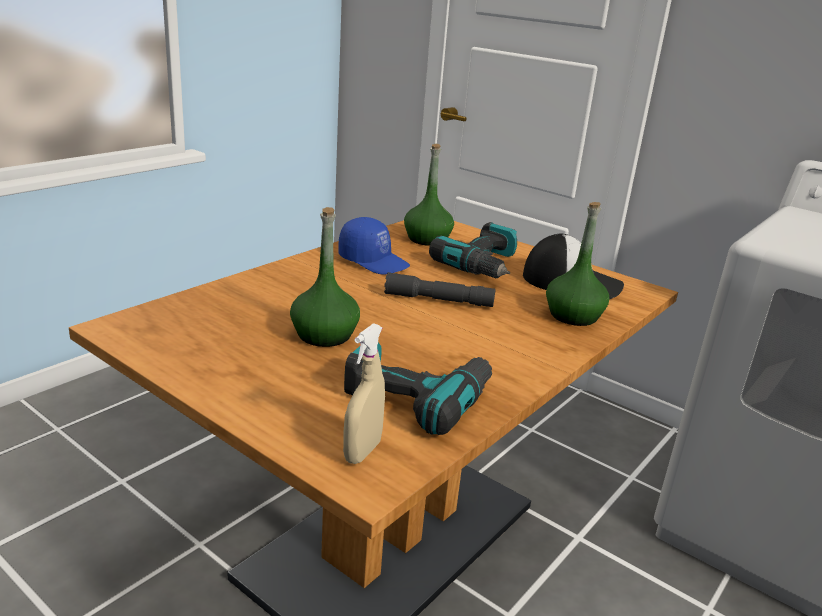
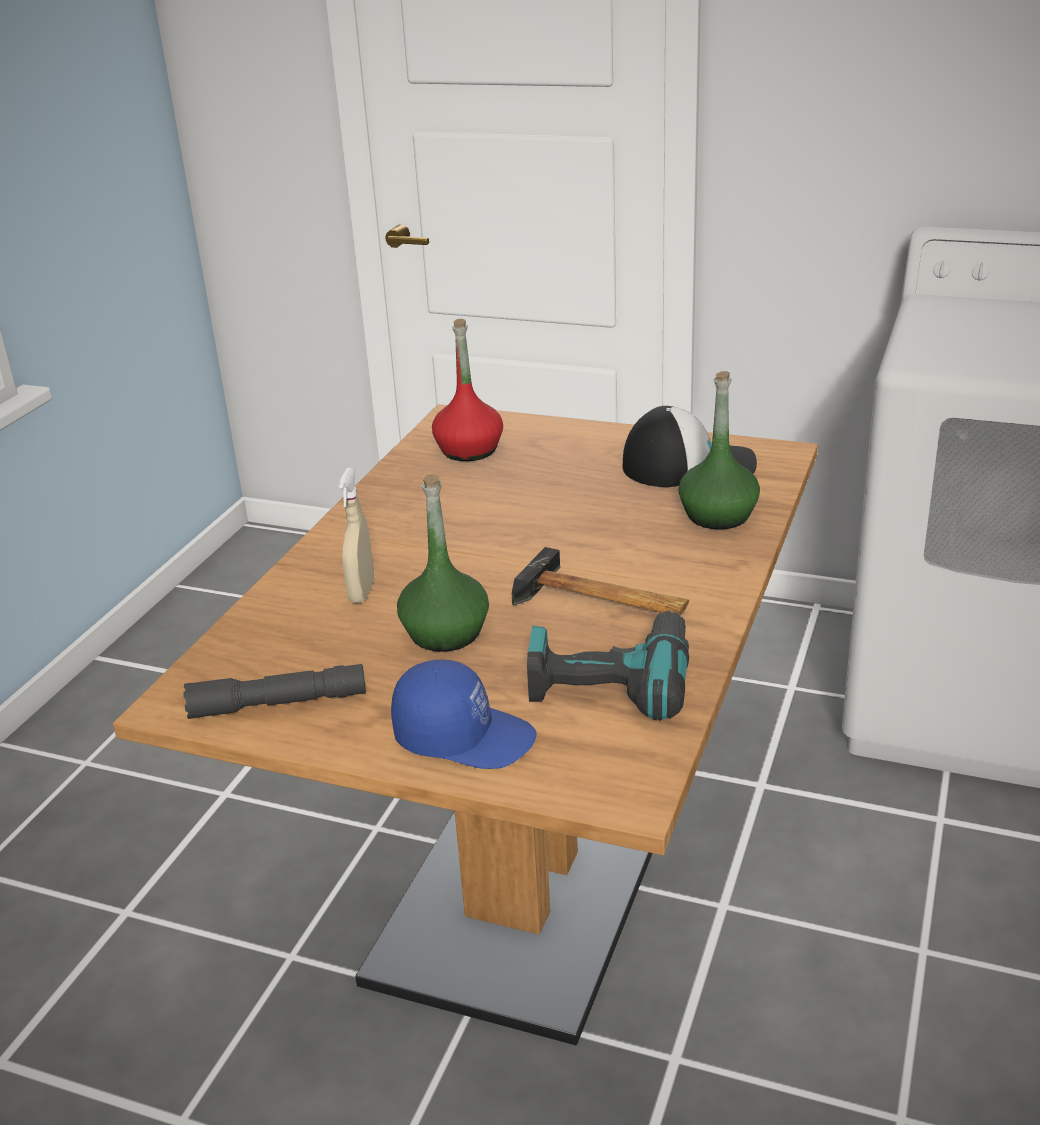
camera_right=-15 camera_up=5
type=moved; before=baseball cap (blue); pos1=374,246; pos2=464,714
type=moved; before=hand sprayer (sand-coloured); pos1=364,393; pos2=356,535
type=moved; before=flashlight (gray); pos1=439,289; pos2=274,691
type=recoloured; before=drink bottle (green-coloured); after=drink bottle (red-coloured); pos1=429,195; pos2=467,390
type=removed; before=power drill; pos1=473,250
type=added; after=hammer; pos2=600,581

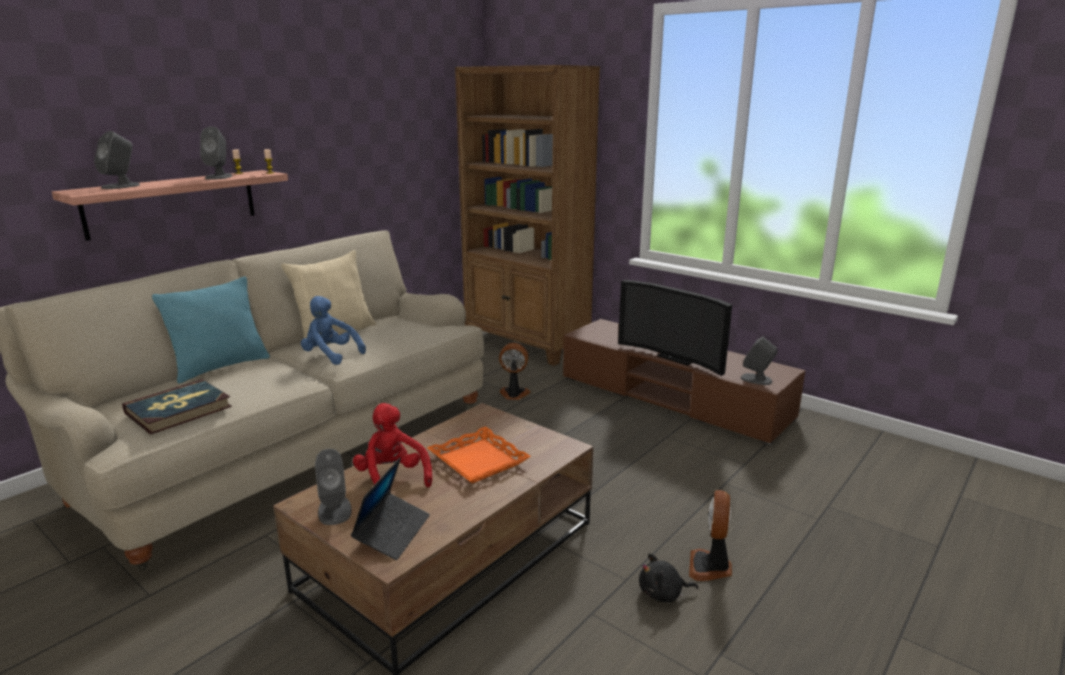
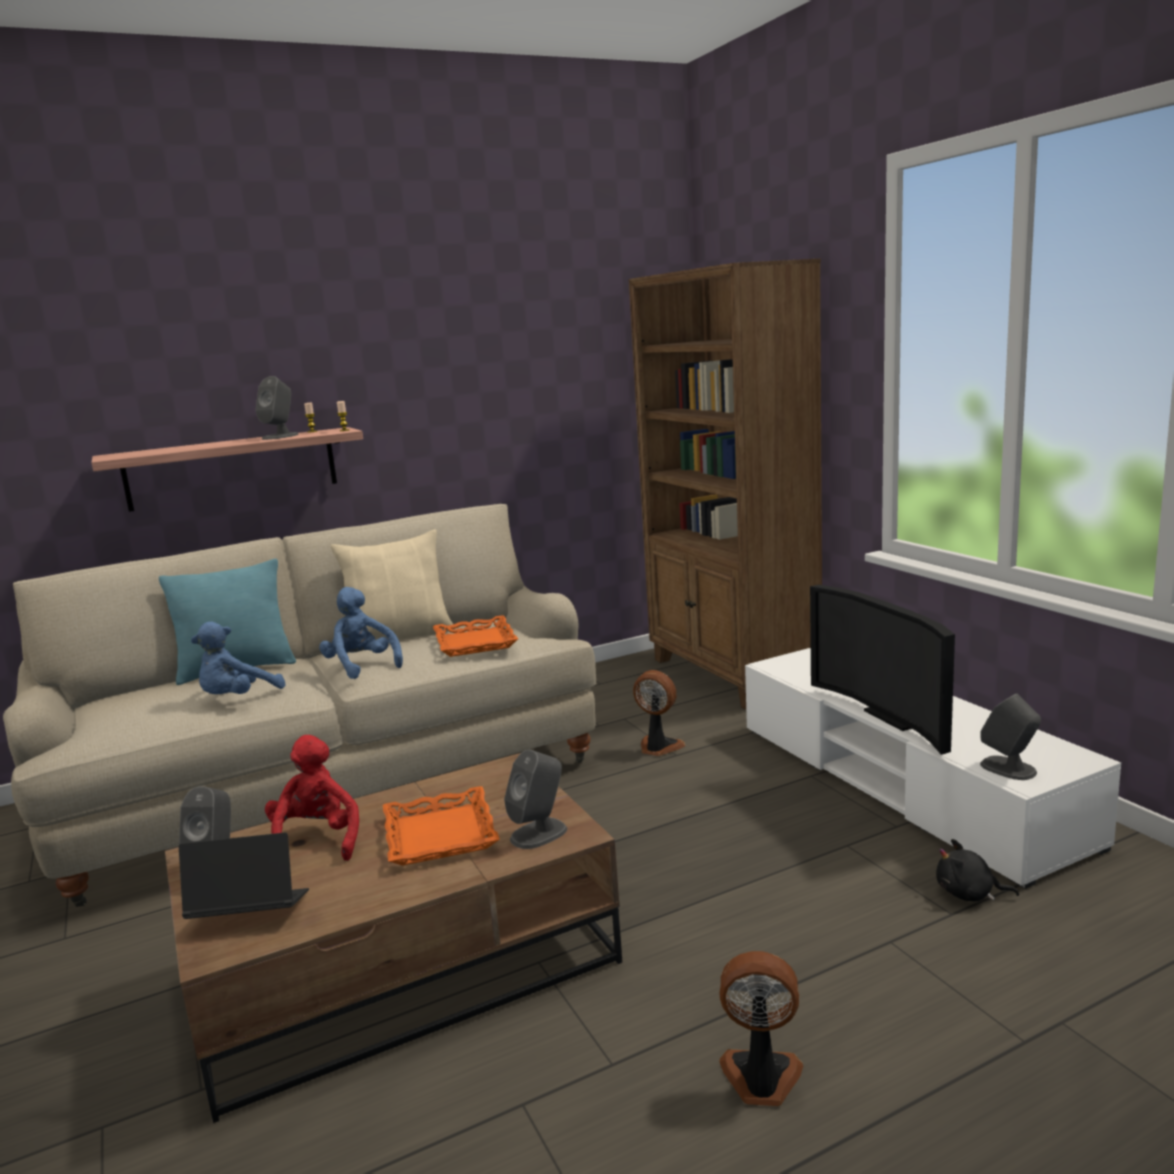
camera_right=25 camera_up=-5
type=moved; before=speaker (gray); pos1=117,160; pos2=536,799
type=removed; before=volume; pos1=177,407
type=turned; before=notebook computer; pos1=390,508; pos2=244,875; turn=-135
type=recoloured; before=tv unit (brown-coloured); after=tv unit (white); pos1=684,382; pos2=933,768
type=moved; before=soft toy (black); pos1=669,577; pos2=977,870
type=turned; before=cooling fan; pos1=710,535; pos2=761,1028; turn=60
type=added; after=soft toy (blue); pos2=238,658
type=added; after=carrying tray (orange-coloured); pos2=475,636

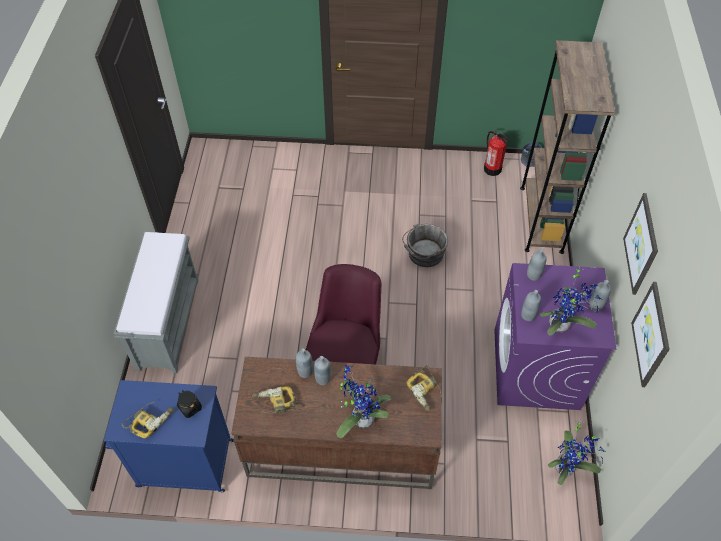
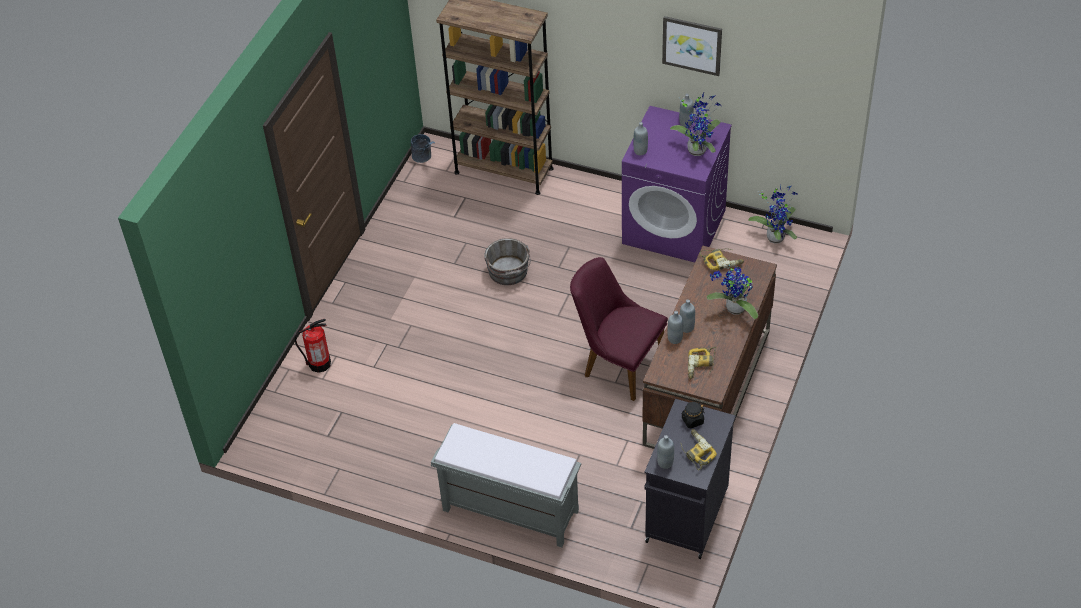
camera_right=-70 camera_up=-5
type=recoloured; before=storage cabinet (blue); after=storage cabinet (black); pos1=169,436; pos2=690,479
type=moved; before=fire extinguisher; pos1=496,153; pos2=313,346
type=moved; before=drink bottle (gray); pos1=531,305; pos2=665,452
type=removed; before=wall art; pos1=650,334

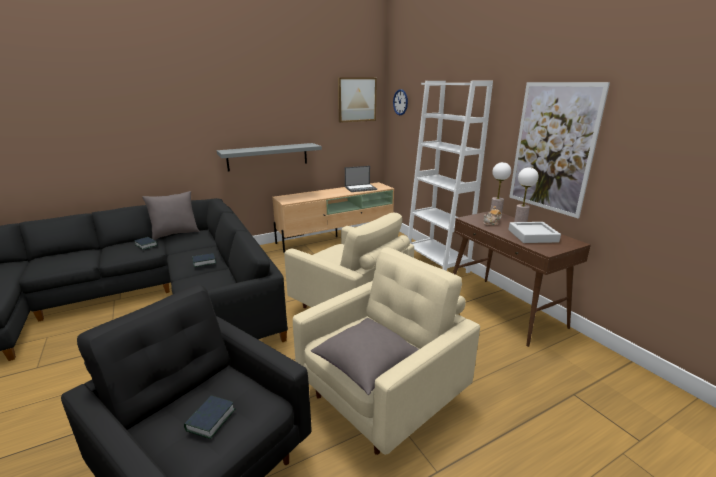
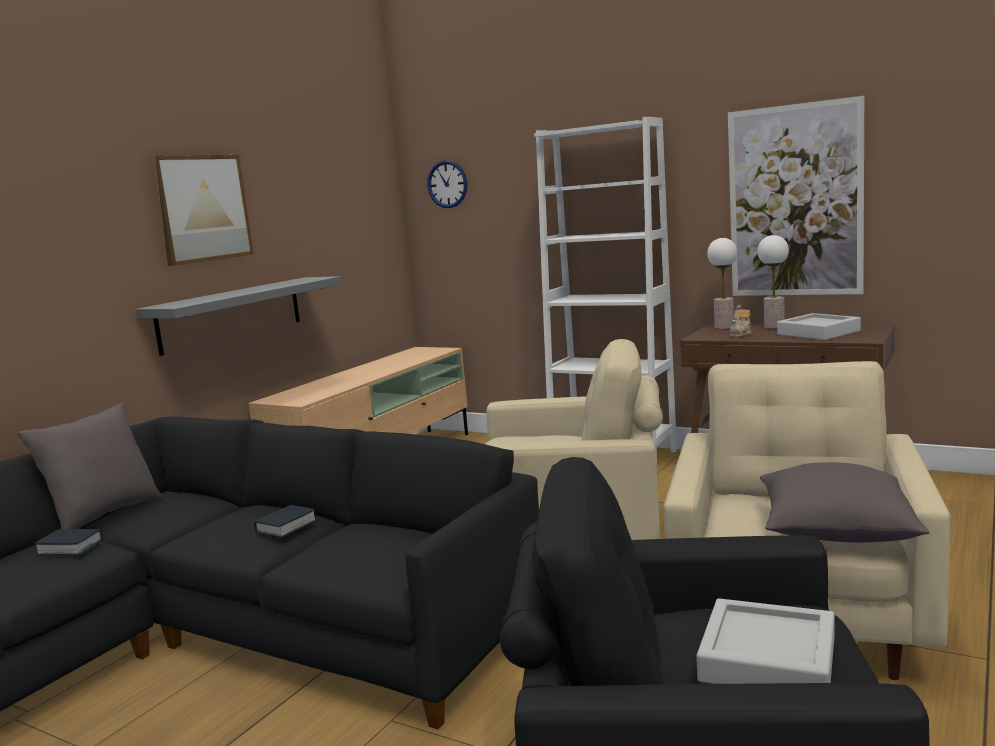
camera_right=-30 camera_up=-10
type=replaced; before=volume; after=carrying tray (gray); pos1=209,417; pos2=765,641
type=moved; before=wall art; pos1=357,100; pos2=201,210
type=removed; before=notebook computer; pos1=361,179

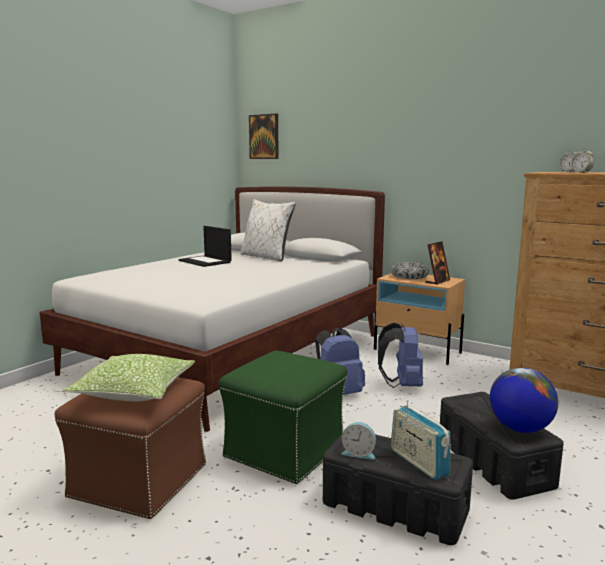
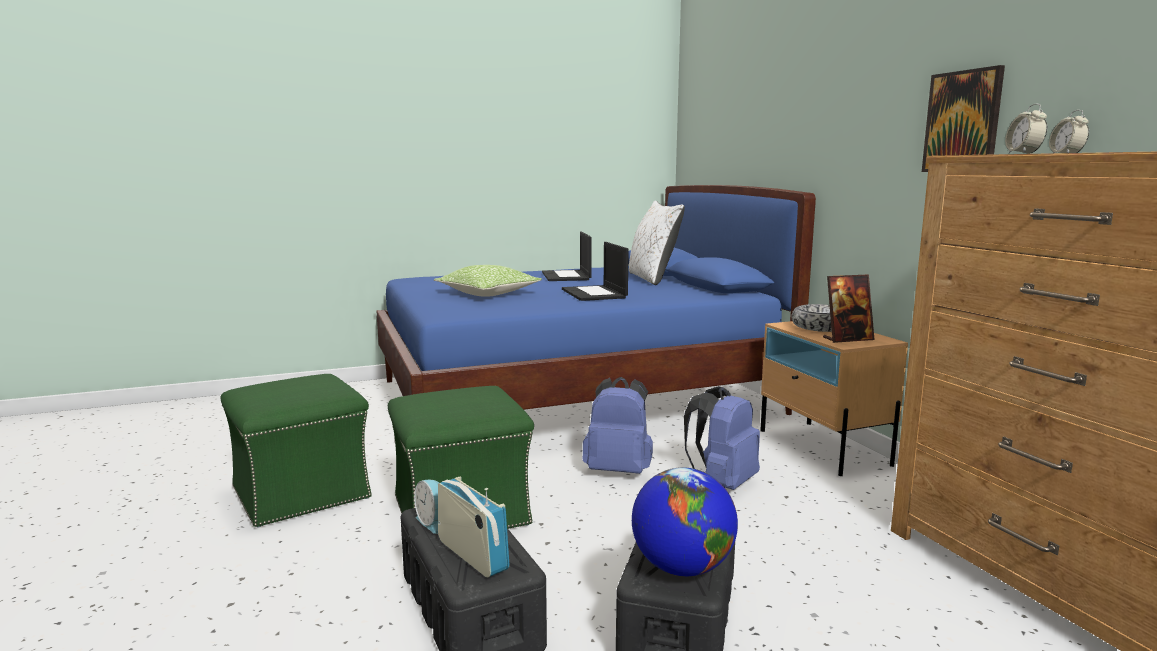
camera_right=35 camera_up=0
type=recoloured; before=sleeping bed (white); after=sleeping bed (blue); pos1=212,309; pos2=596,300
type=recoloured; before=pouffe (brown-coloured); after=pouffe (green-coloured); pos1=130,448; pos2=296,451
type=moved; before=cushion; pos1=129,377; pos2=488,281
type=moved; before=wall art; pos1=264,136; pos2=963,118
type=turned; before=radio set; pos1=420,440; pos2=474,526; turn=135
type=added; after=notebook computer; pos2=595,271

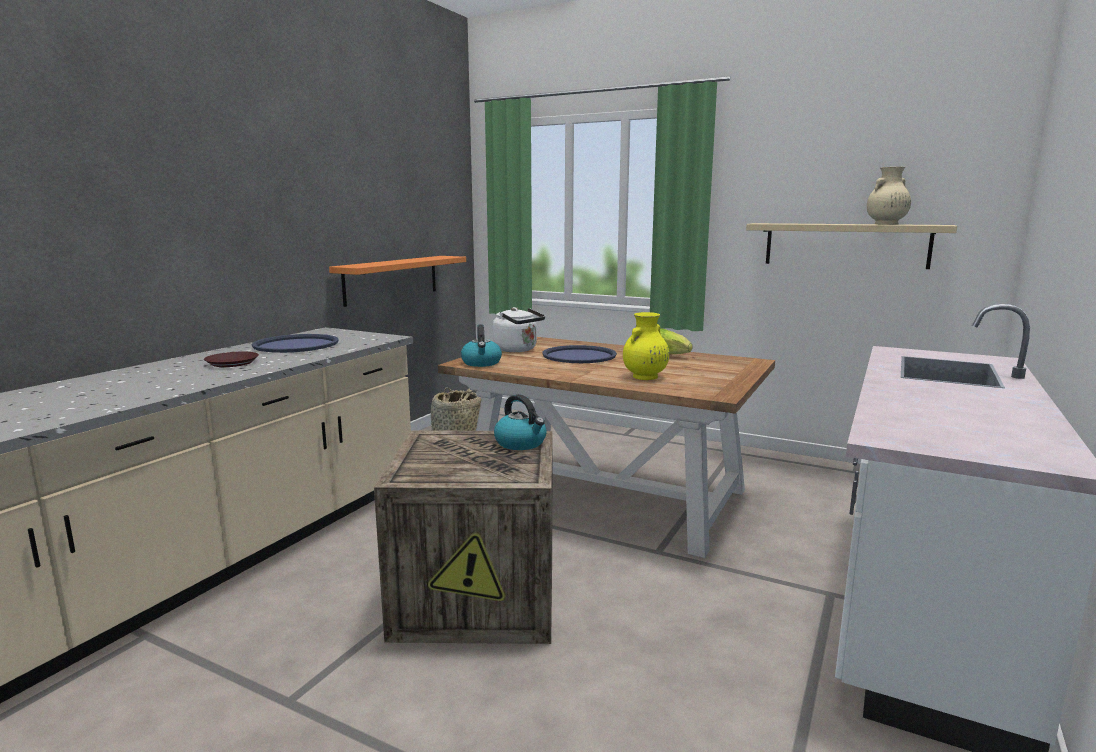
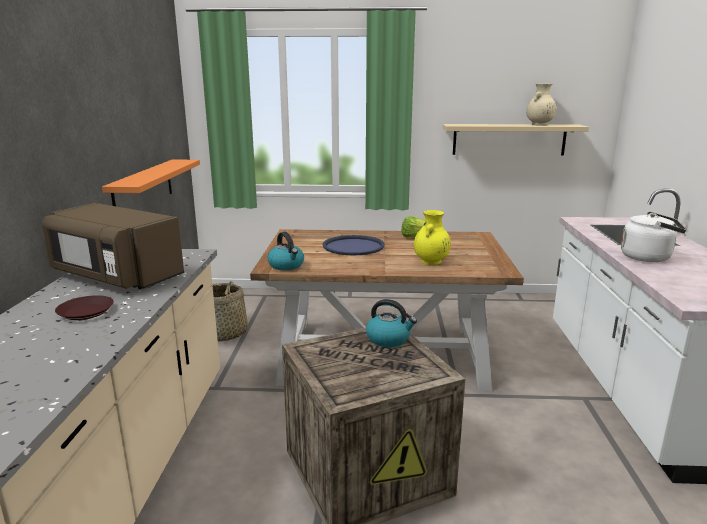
camera_right=-25 camera_up=5
type=replaced; before=carrying tray (blue); after=kitchen microwave (brown-coloured); pos1=295,343; pos2=113,246
type=moved; before=kettle (white); pos1=519,329; pos2=653,237

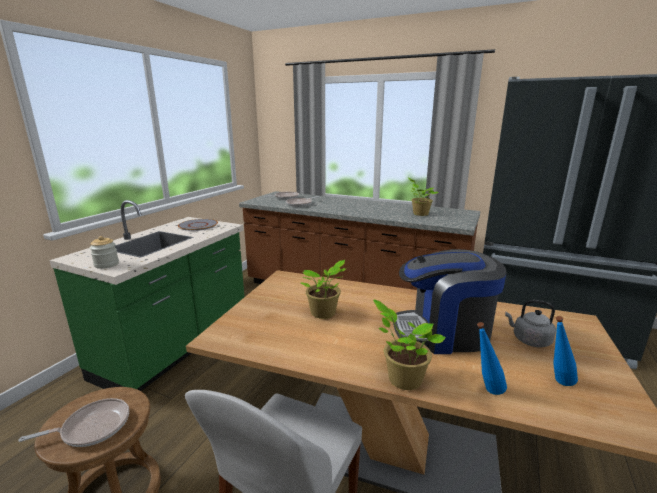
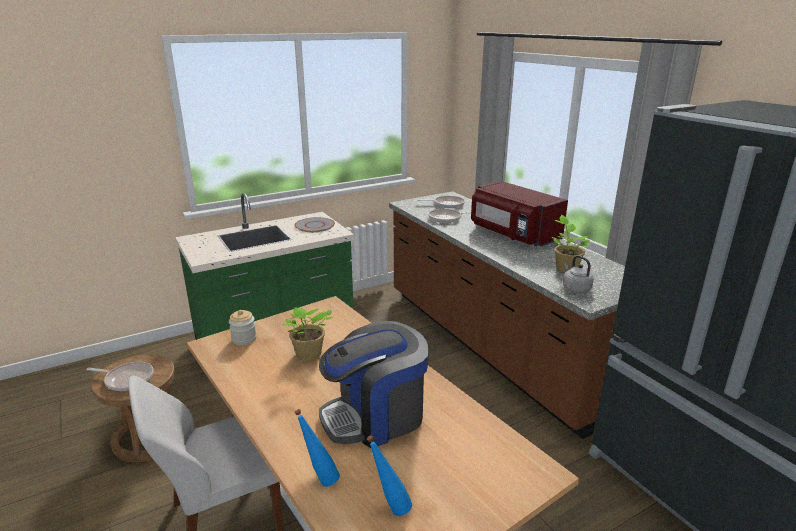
camera_right=35 camera_up=5
type=moved; before=jar; pos1=104,252; pos2=242,327
type=removed; before=plant in a pot; pos1=409,345
type=turned; before=coffee brewer; pos1=450,301; pos2=374,384; turn=-60
type=moved; before=kettle (gray); pos1=530,323; pos2=578,274
type=added; after=kitchen microwave (red-coloured); pos2=519,213

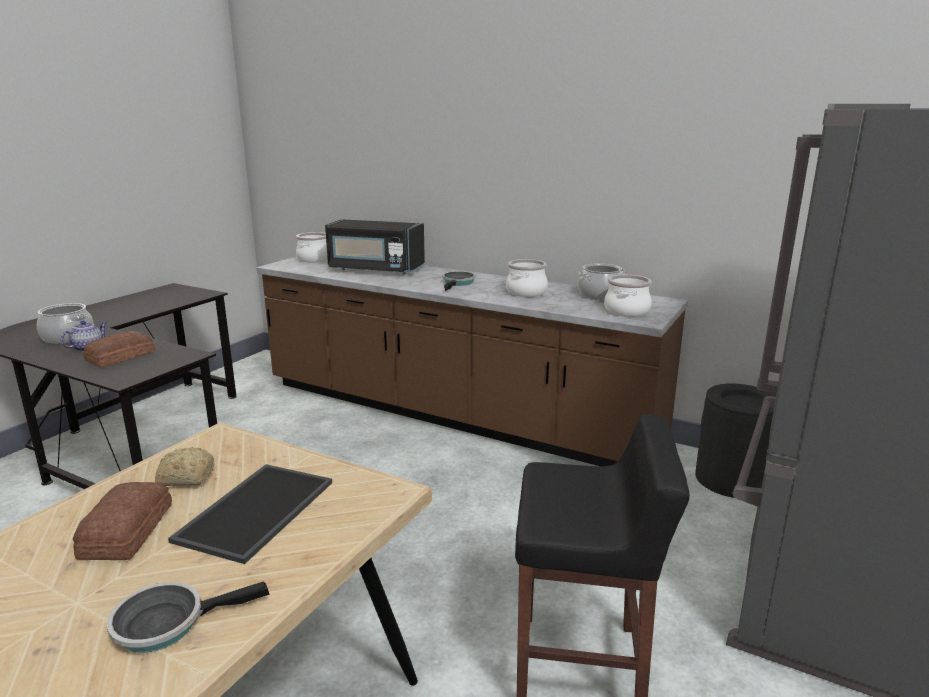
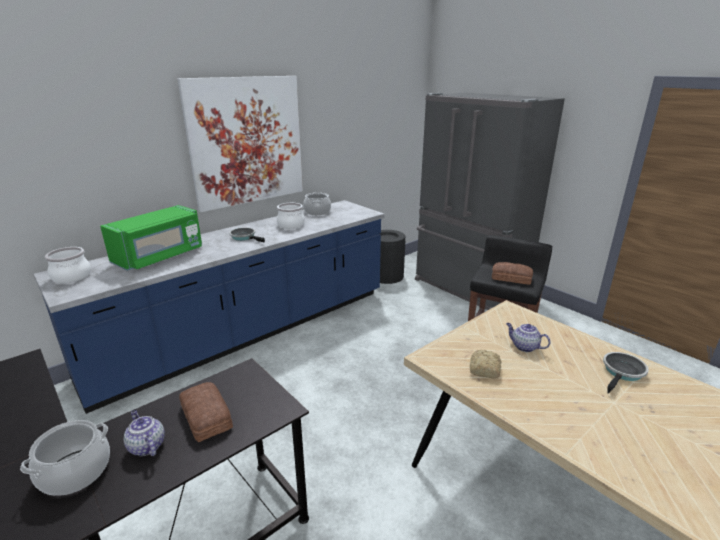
camera_right=-70 camera_up=5
type=moved; before=baked bread; pos1=122,521; pos2=512,273
type=turned; before=frying pan; pos1=188,617; pos2=626,373; turn=-135
type=replaced; before=carrying tray; after=tea pot; pos1=250,514; pos2=528,337
type=recoloured; before=counter (brown-coloured); after=counter (blue); pos1=472,361; pos2=209,307
type=recoloured; before=kitchen microwave (black); after=kitchen microwave (green-coloured); pos1=375,246; pos2=151,238
type=removed; before=stockpot; pos1=628,296
type=added; after=wall art; pos2=240,144

